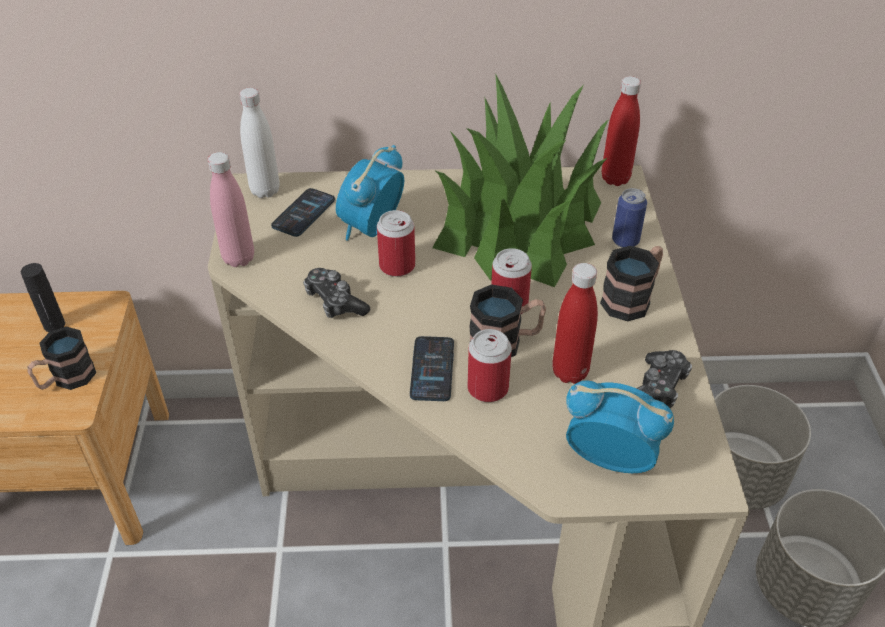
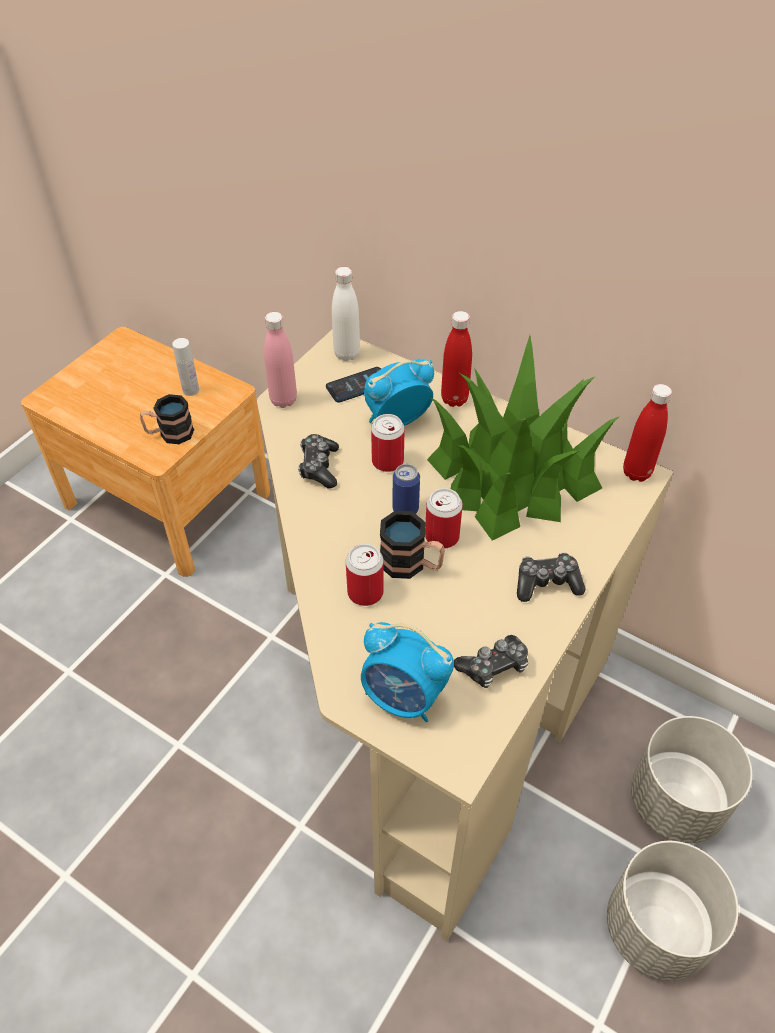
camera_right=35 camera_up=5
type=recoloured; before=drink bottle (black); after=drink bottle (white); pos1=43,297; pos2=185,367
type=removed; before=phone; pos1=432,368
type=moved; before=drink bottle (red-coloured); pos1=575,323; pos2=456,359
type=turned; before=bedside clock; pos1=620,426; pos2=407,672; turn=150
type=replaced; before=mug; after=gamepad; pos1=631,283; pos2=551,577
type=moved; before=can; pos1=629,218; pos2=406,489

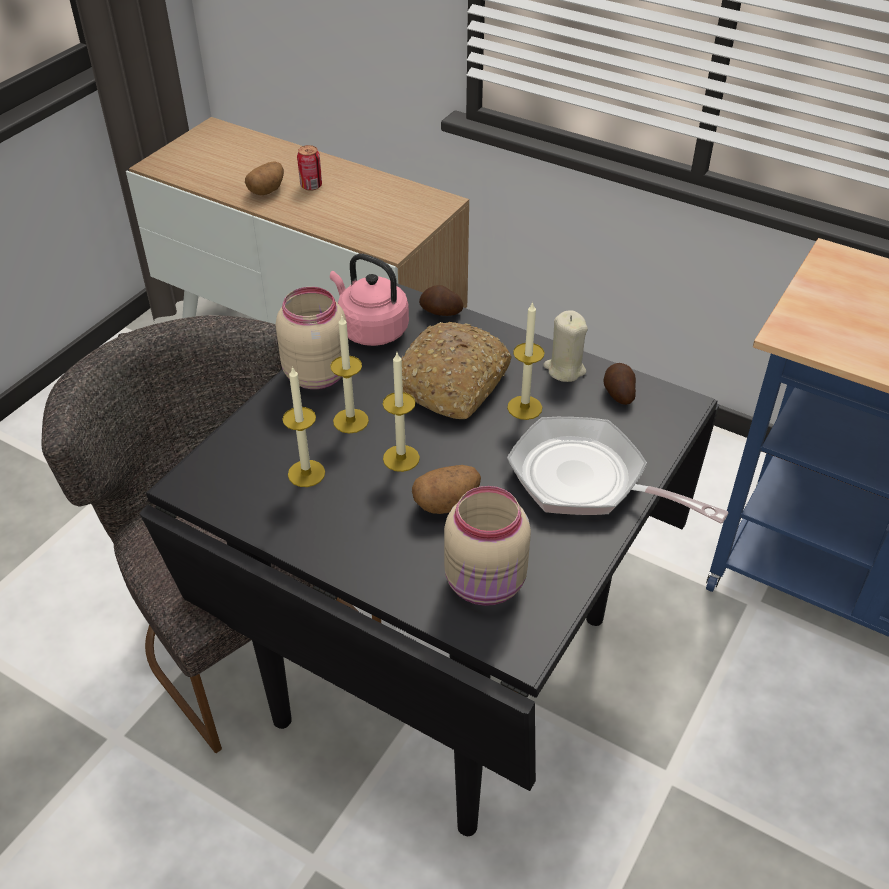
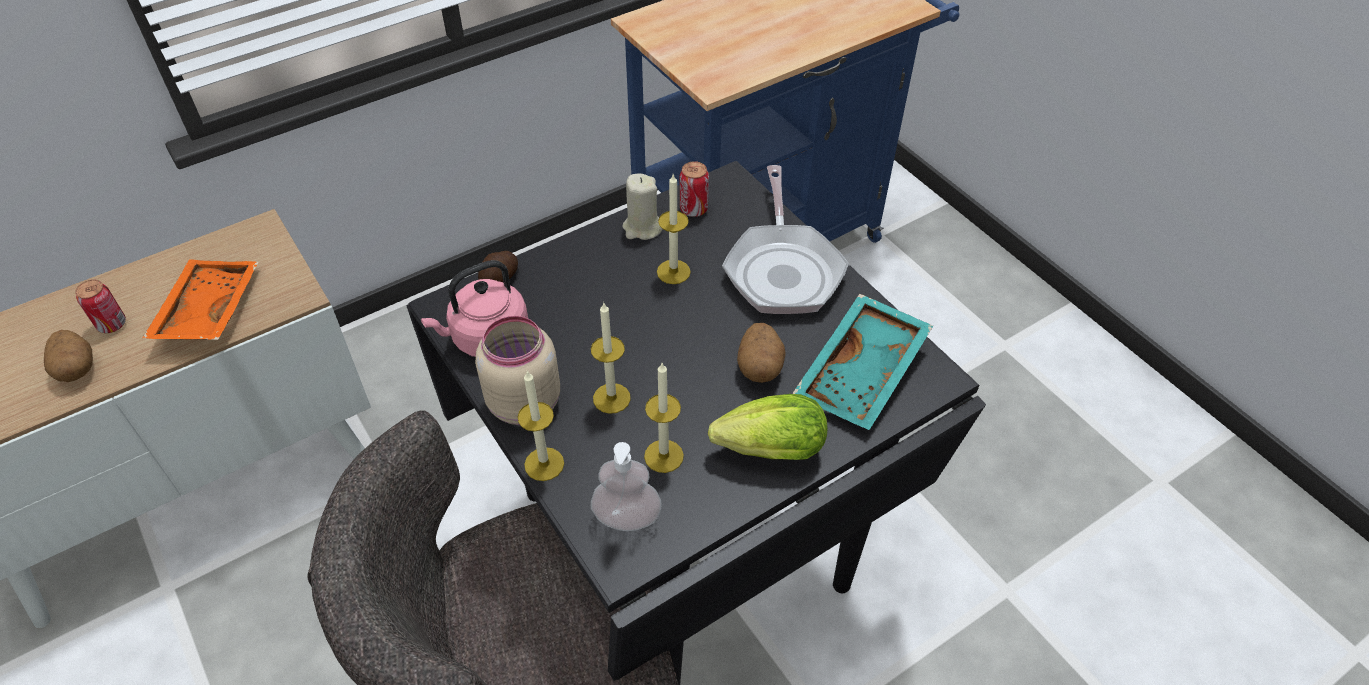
camera_right=-65 camera_up=5
type=moved; before=wax candle; pos1=401,412; pos2=541,426
type=removed; before=baked bread; pos1=456,370
type=replaced; before=jar (sand-coloured); after=carrying tray (turquoise-coloured); pos1=487,546; pos2=862,362
type=turned; before=frying pan; pos1=618,470; pos2=785,239; turn=-60
type=replaced; before=spud; after=can; pos1=619,384; pos2=694,189
type=added; after=carrying tray (orange-coloured); pos2=200,300
type=added; after=liquid soap bottle; pos2=626,486
type=added; after=lettuce; pos2=767,427

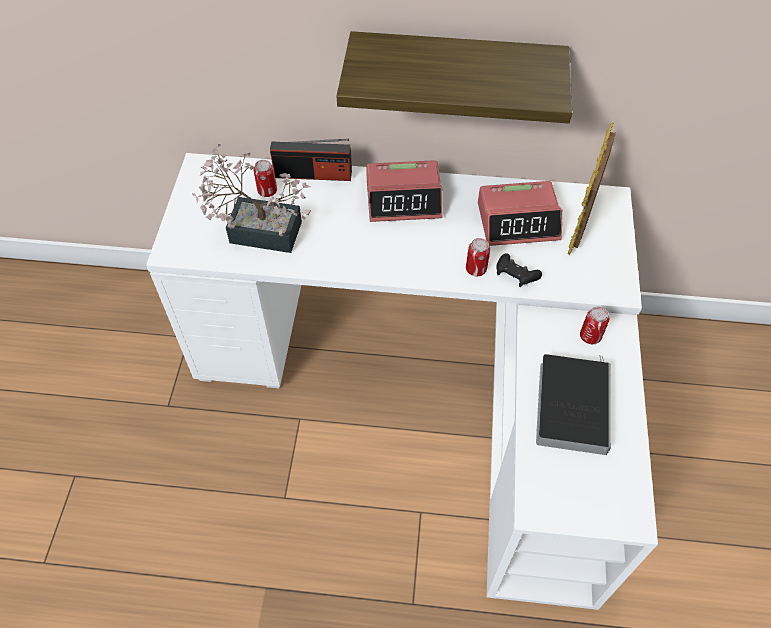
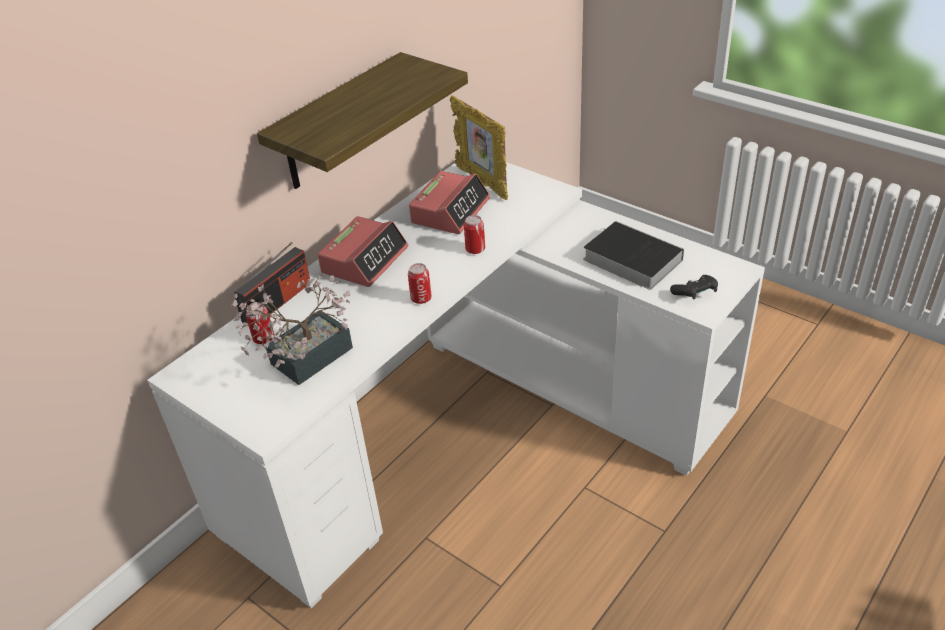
camera_right=-55 camera_up=-15
type=moved; before=gamepad (black); pos1=519,270; pos2=694,287
type=moved; before=can; pos1=594,325; pos2=420,283

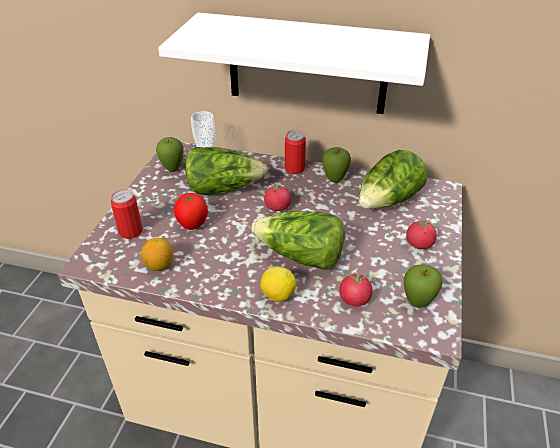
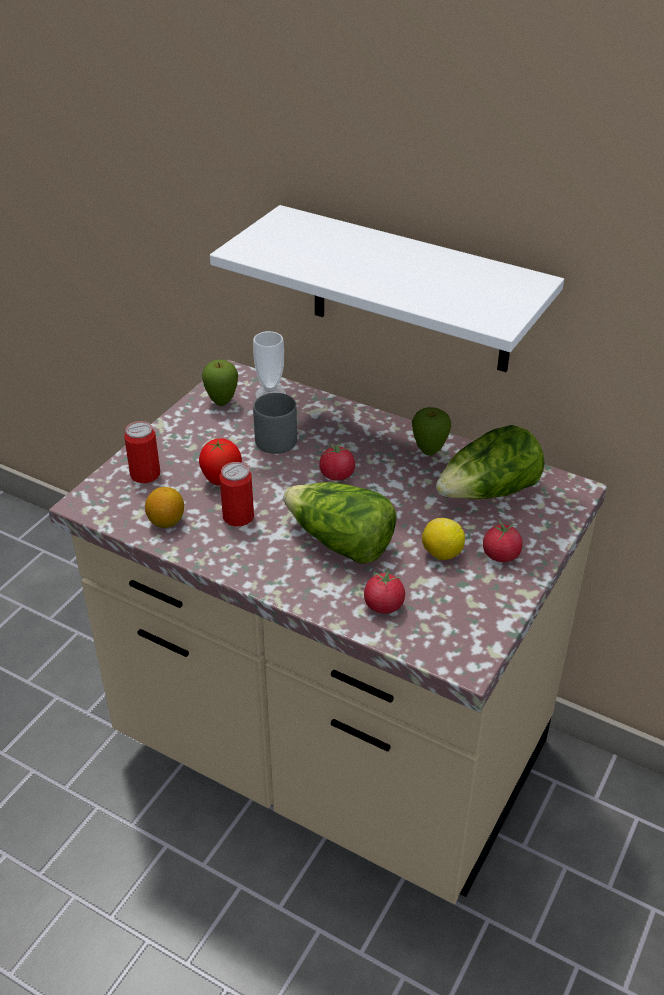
camera_right=15 camera_up=0
type=replaced; before=lettuce; after=mug (gray); pos1=227,171; pos2=275,423
type=moved; before=citrus fruit; pos1=278,284; pos2=443,539
type=moved; before=can; pos1=295,152; pos2=236,494
type=removed; before=apple; pos1=423,286

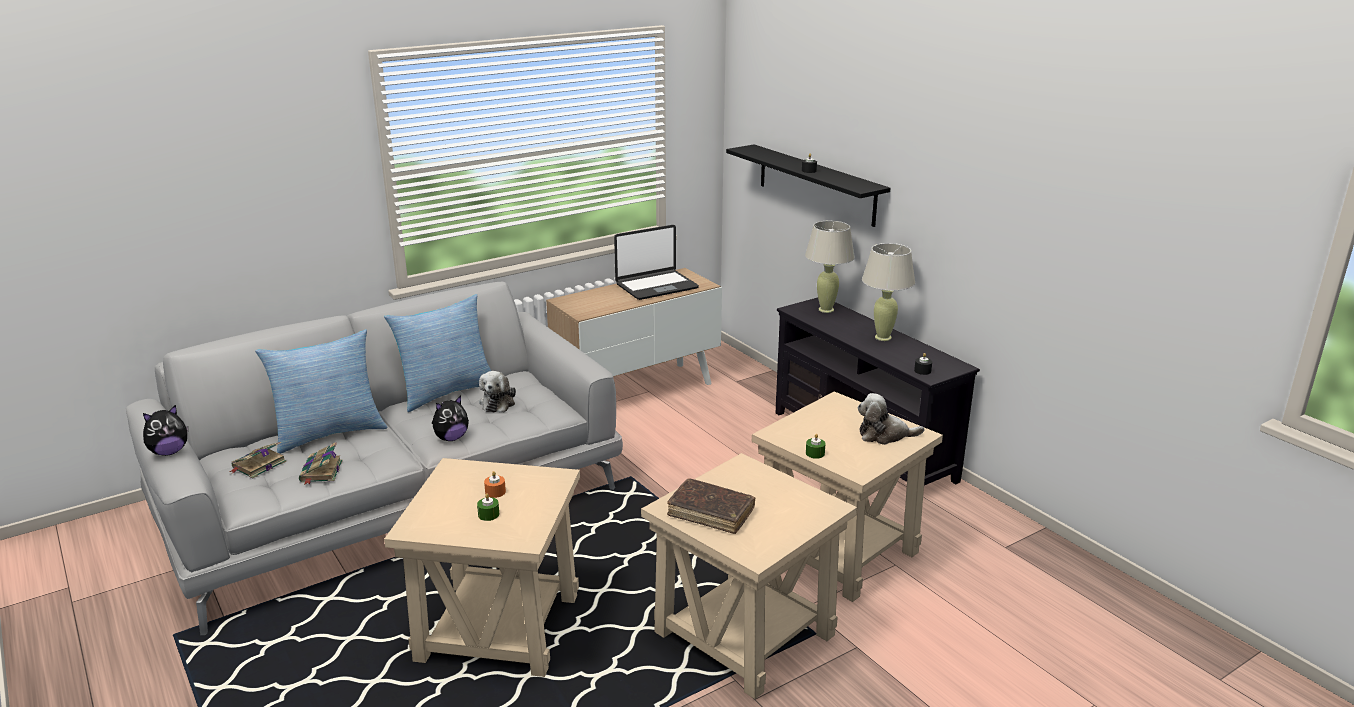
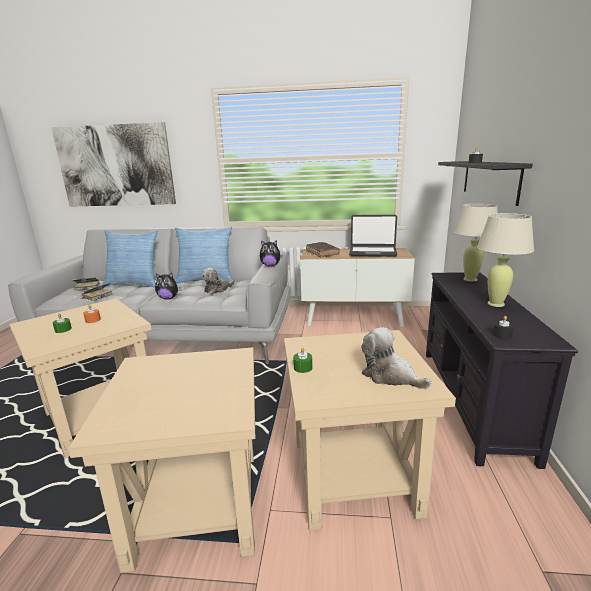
camera_right=40 camera_up=-5
type=moved; before=soft toy; pos1=165,430; pos2=271,253
type=moved; before=volume (brown-coloured); pos1=711,506; pos2=323,249
type=added; after=wall art; pos2=113,164

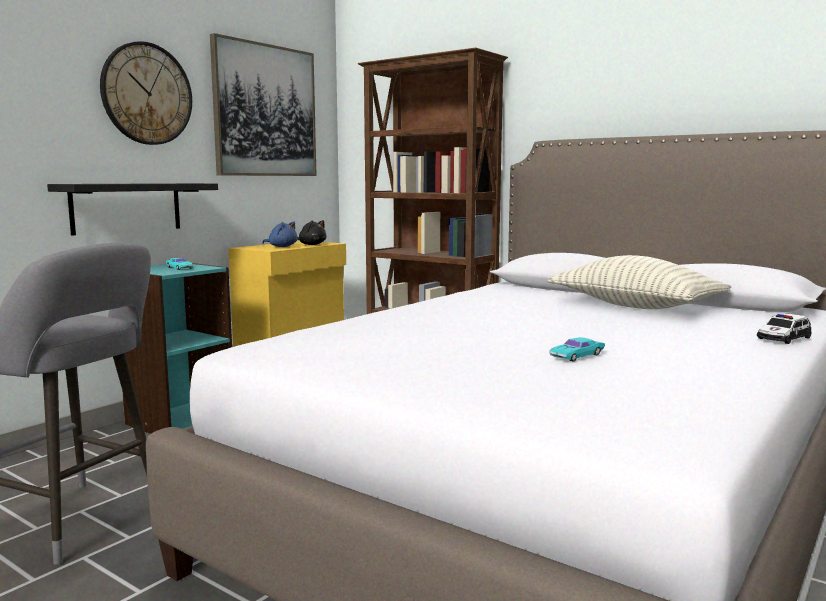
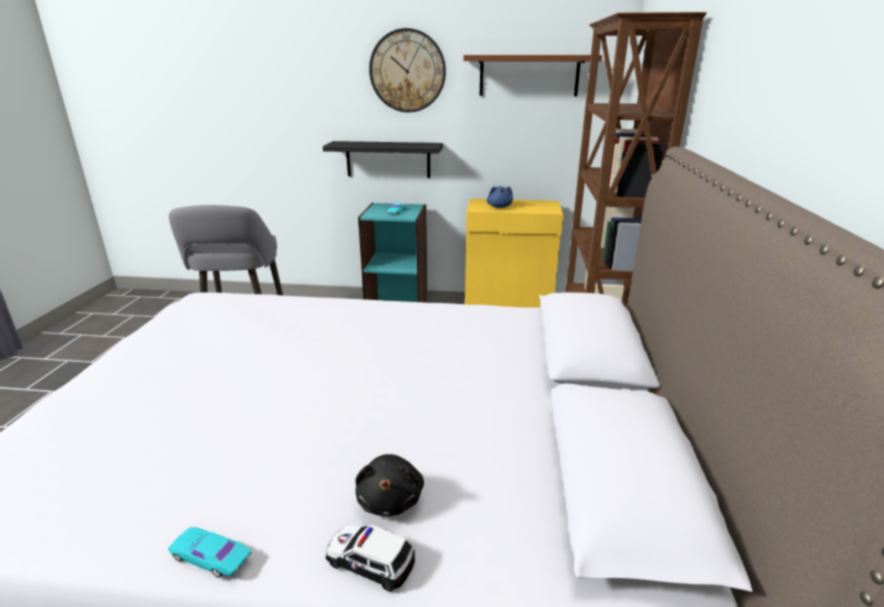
camera_right=60 camera_up=15
type=replaced; before=wall art; after=wall shelf (brown-coloured); pos1=263,104; pos2=532,76
type=moved; before=soft toy (black); pos1=312,232; pos2=389,485
type=removed; before=cushion; pos1=639,282
type=moved; before=toy car (turquoise-coloured); pos1=577,349; pos2=210,552

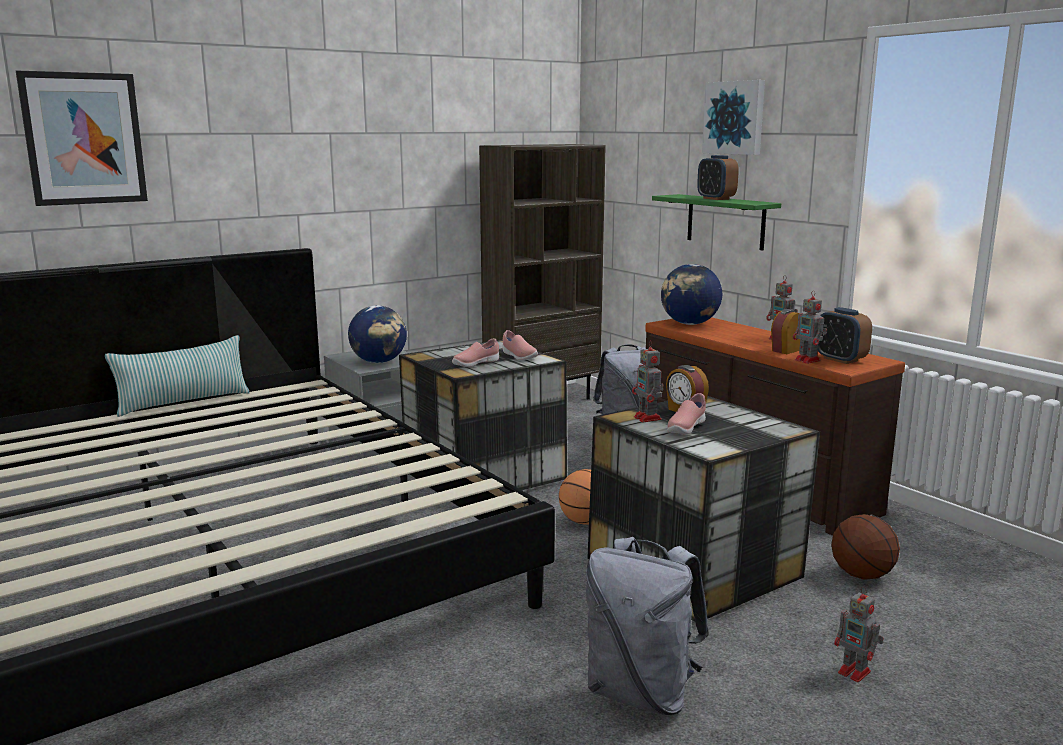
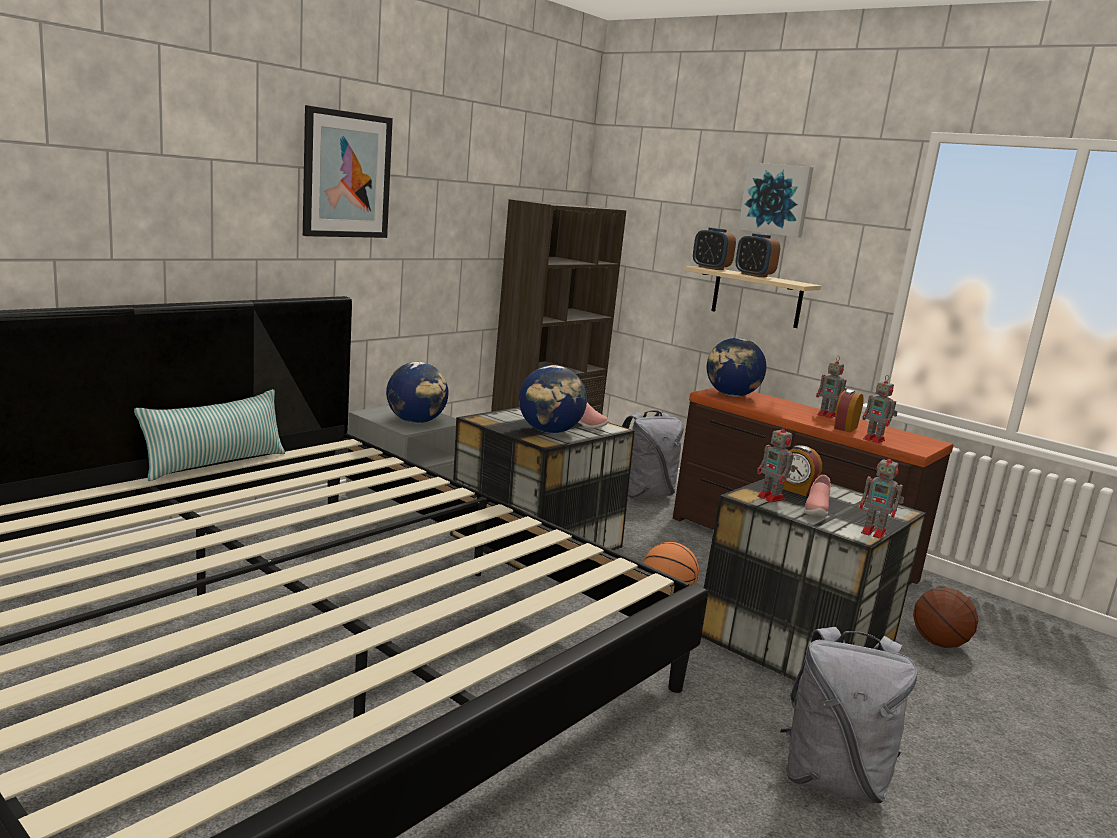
camera_right=-15 camera_up=0
type=moved; before=wall art; pos1=82,138; pos2=348,171
type=replaced; before=low shoe (pink-coloured); after=globe; pos1=475,352; pos2=553,399
type=recoloured; before=wall shelf (green-coloured); after=wall shelf (sand-coloured); pos1=716,222; pos2=753,297
type=moved; before=bedside clock; pos1=844,335; pos2=714,248
type=moved; before=robot figure; pos1=859,634; pos2=881,495

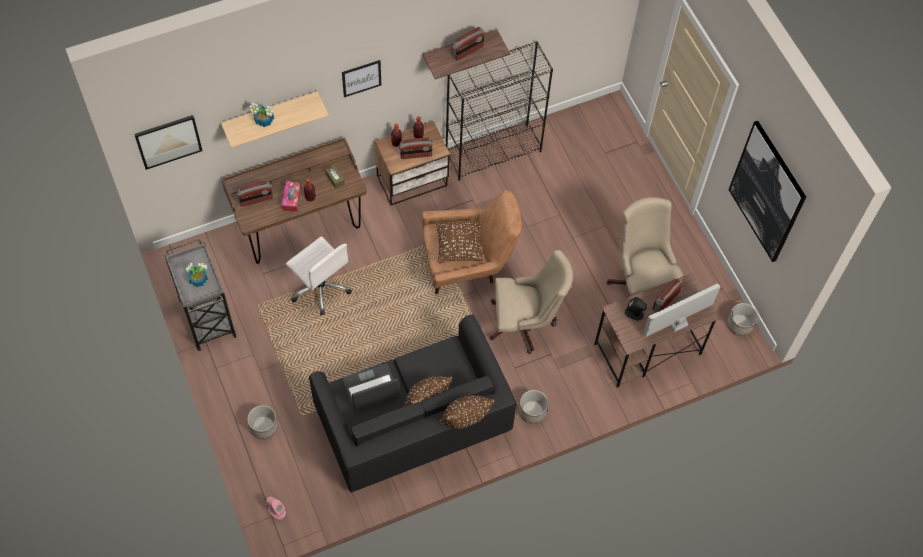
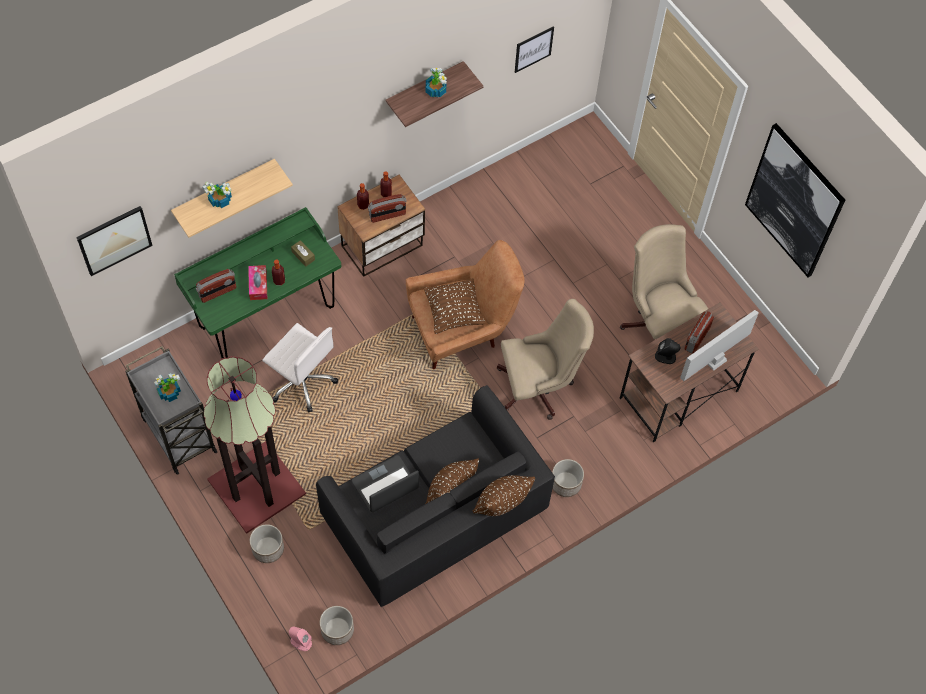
camera_right=-10 camera_up=0
type=recoloured; before=desk unit (brown-coloured); after=desk unit (green-coloured); pos1=294,200; pos2=257,282
type=moved; before=wall art; pos1=361,78; pos2=534,49
type=removed; before=bookcase (black); pos1=499,111
type=replaced; before=radio set; after=plant in a pot; pos1=467,44; pos2=436,82
type=moved; before=flower pot; pos1=742,319; pos2=337,625
type=added; after=floor lamp; pos2=255,445

